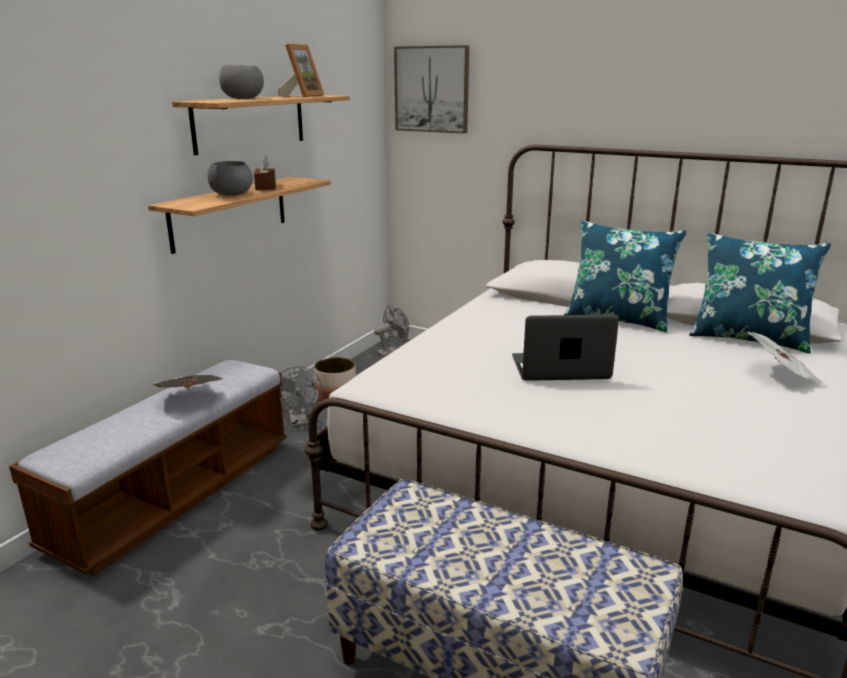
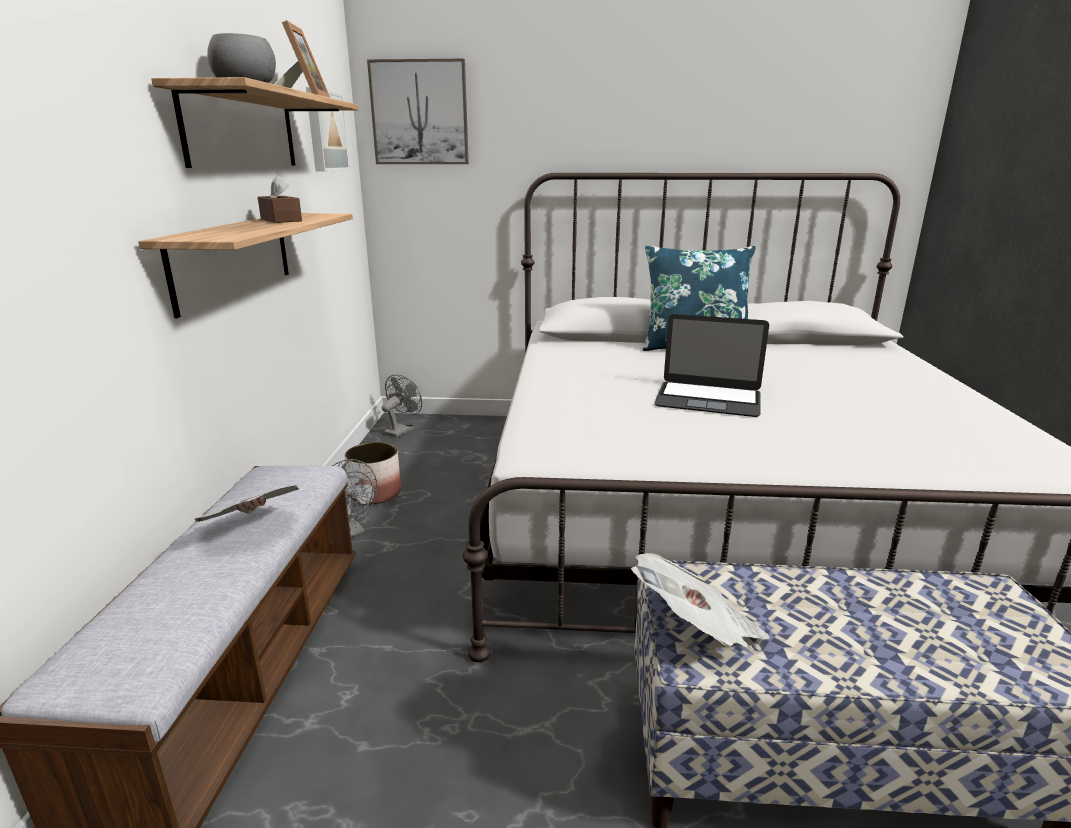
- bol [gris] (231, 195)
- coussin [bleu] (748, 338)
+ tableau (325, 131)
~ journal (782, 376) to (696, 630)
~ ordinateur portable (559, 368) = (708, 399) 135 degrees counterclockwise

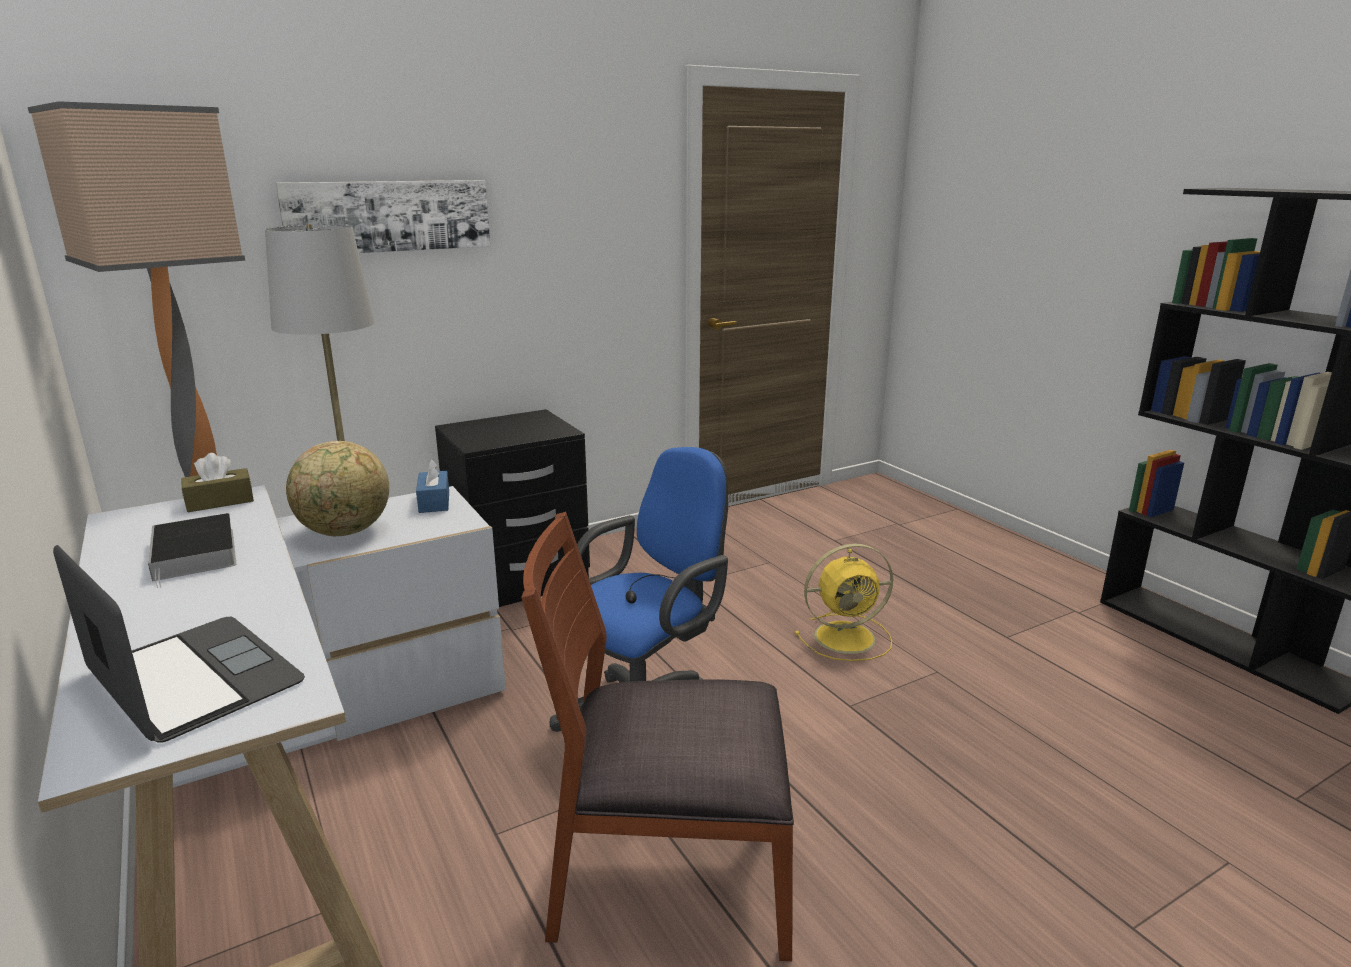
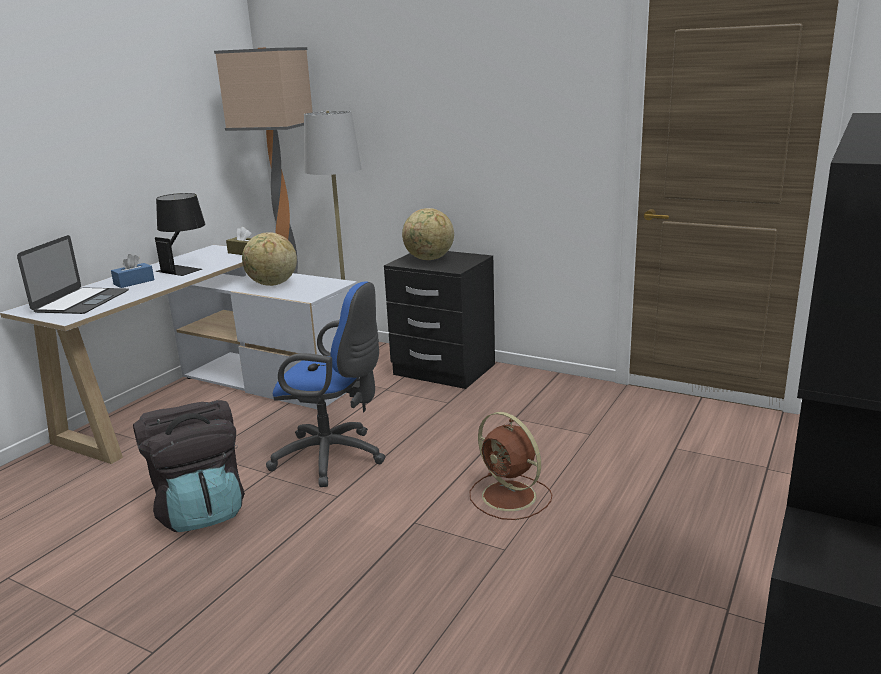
- tableau (388, 216)
+ globe (429, 259)
~ boîte à mouchoirs [bleu] (434, 502) to (134, 282)
~ livre (195, 554) to lampe de table [noir] (185, 268)
~ chaise [marron] (668, 875) to sac à dos [noir] (200, 509)
~ ventilateur [jaune] (847, 637) to ventilateur [marron] (511, 497)

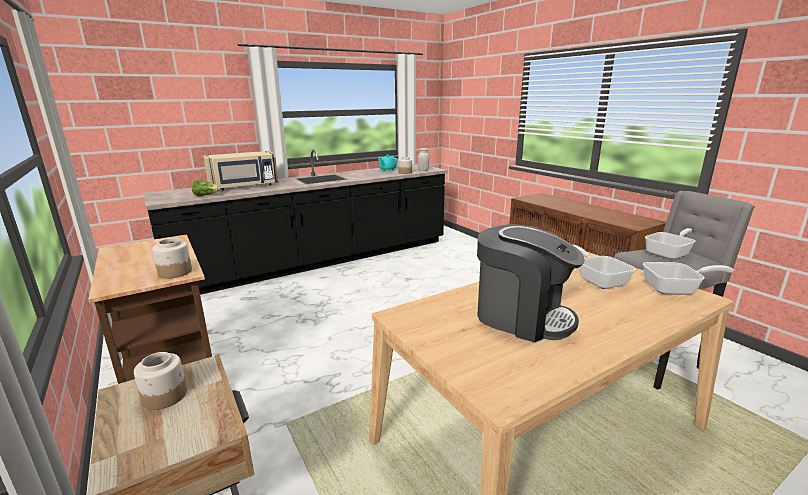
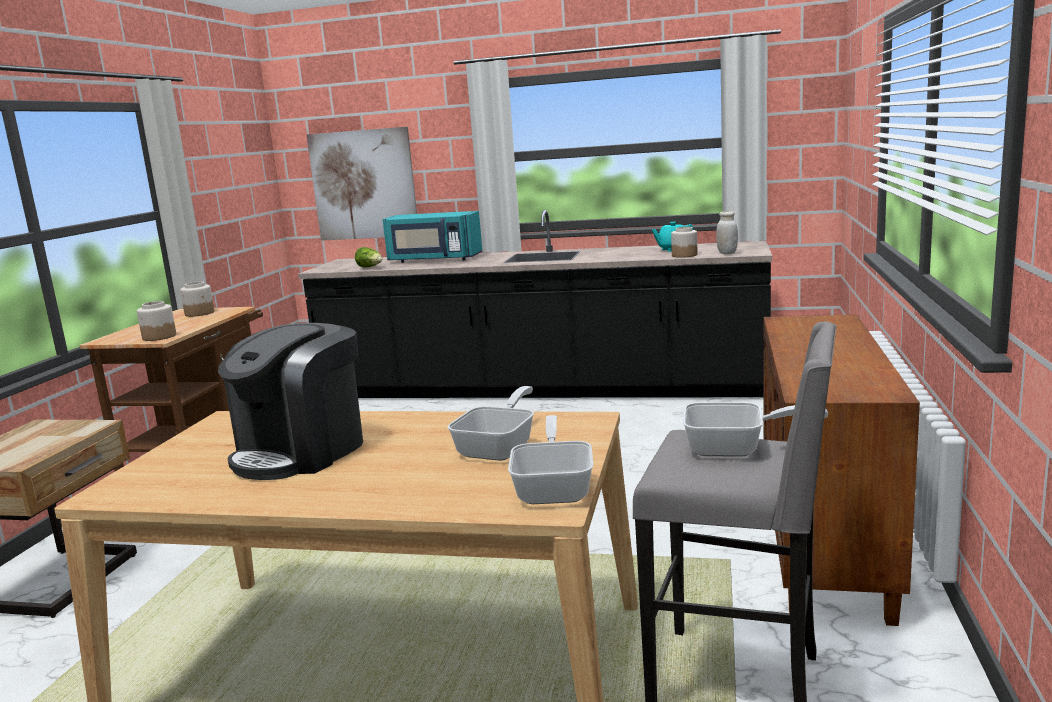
+ tableau (363, 185)
~ bocal (165, 396) to (200, 313)
~ micro-ondes [beige] (244, 186) to micro-ondes [turquoise] (434, 260)
~ machine à café (522, 316) = (301, 452) 45 degrees clockwise
~ poêle (676, 289) = (555, 487) 135 degrees counterclockwise

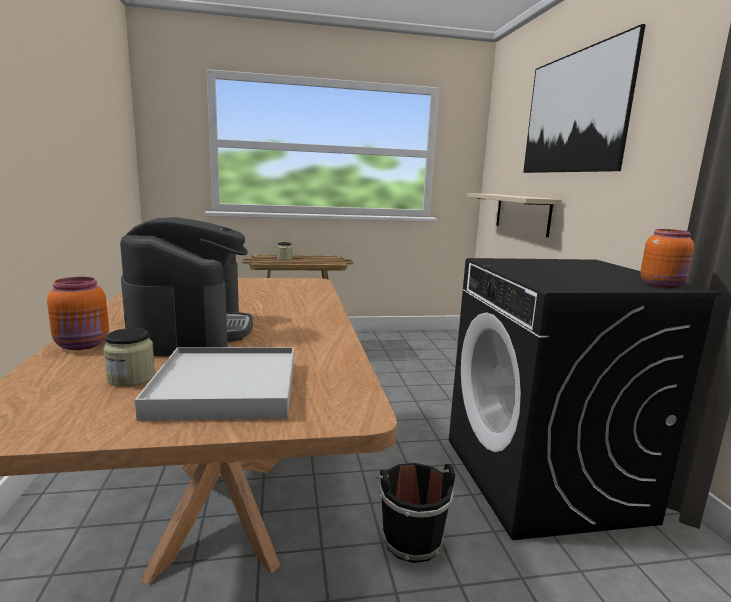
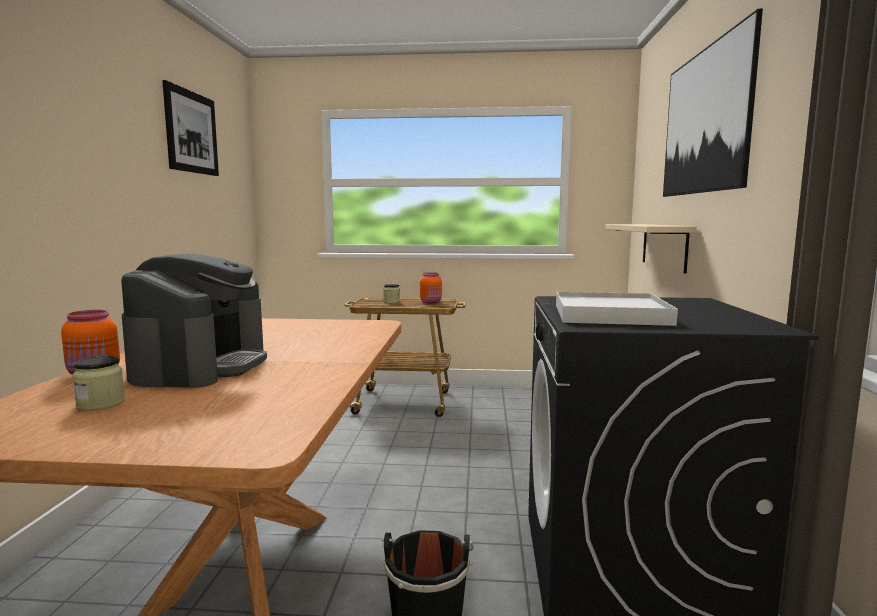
+ tableau (191, 132)
~ plateau [blanc] (226, 388) to (609, 314)
~ bocal [orange] (662, 285) to (431, 302)

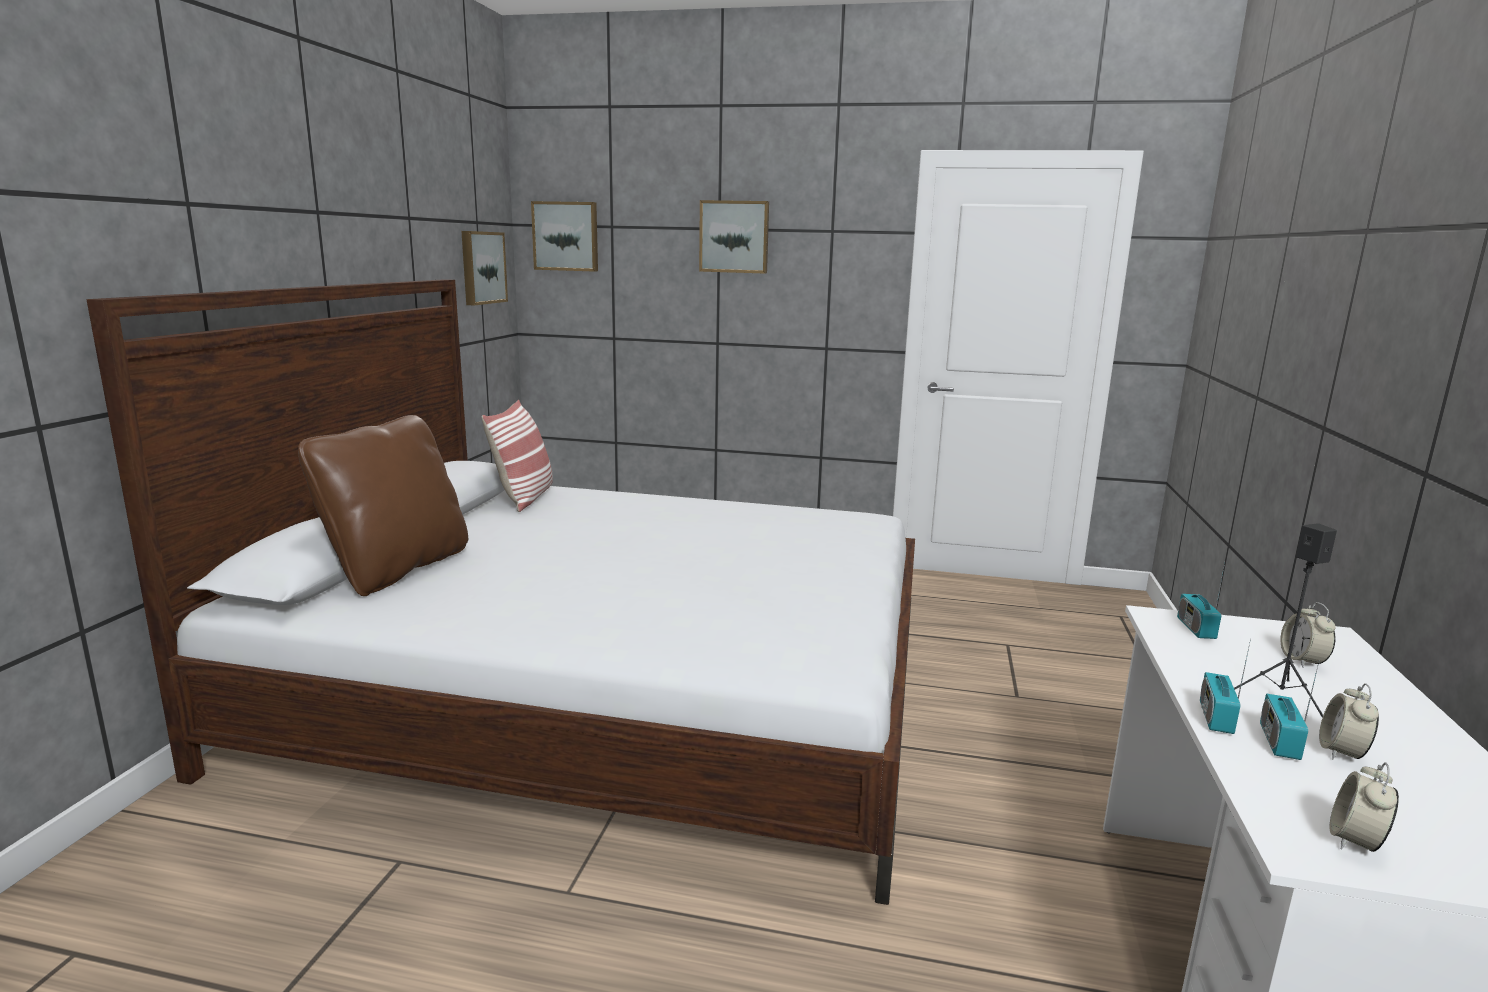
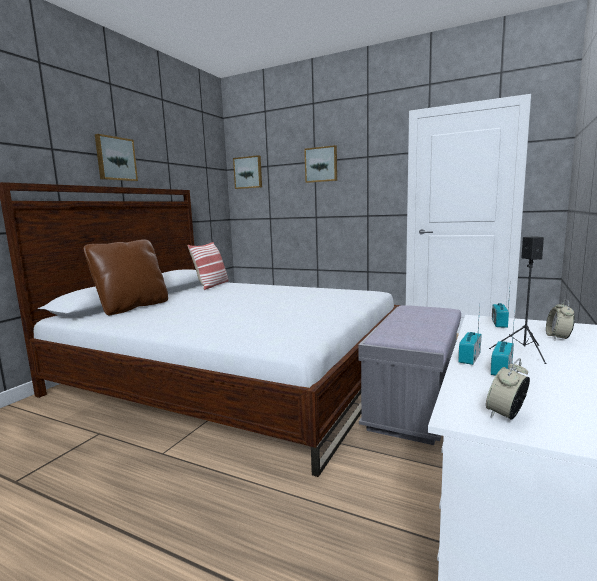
- réveil (1341, 752)
+ banc [gris] (413, 406)
~ tableau (481, 267) to (115, 159)

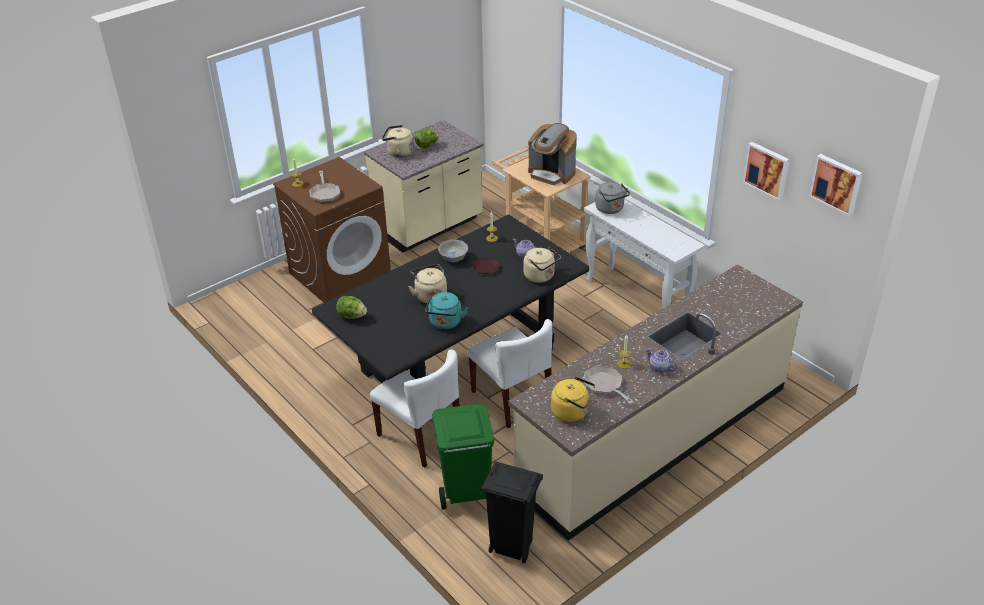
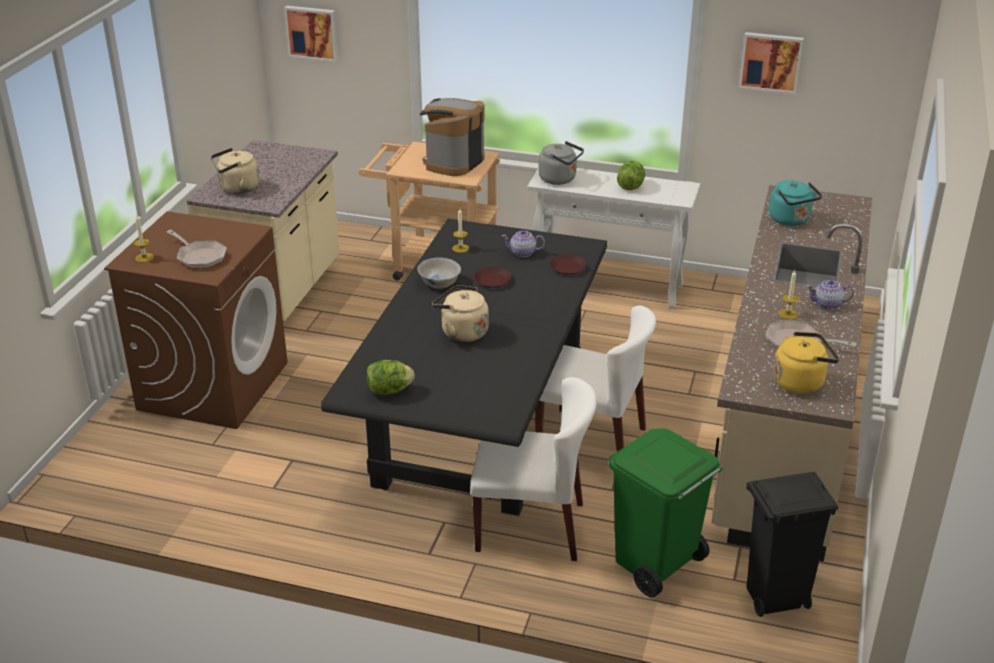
~ laitue (427, 146) to (630, 186)
~ bouilloire [turquoise] (445, 323) to (791, 220)
~ tableau (836, 184) to (312, 32)
~ bouilloire [beige] (541, 276) to assiette [marron] (568, 268)
~ machine à café (551, 174) = (453, 162) 120 degrees clockwise

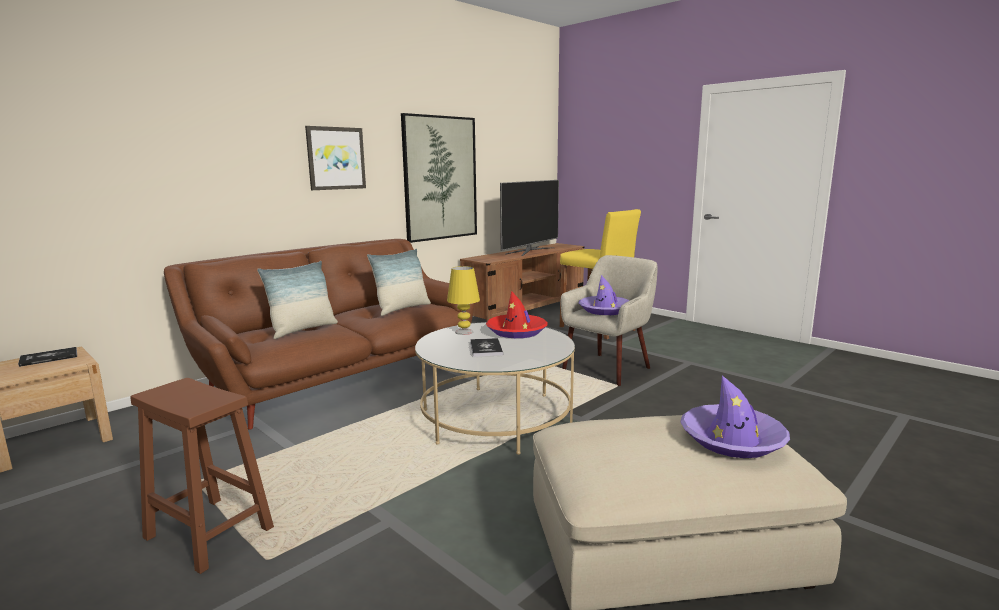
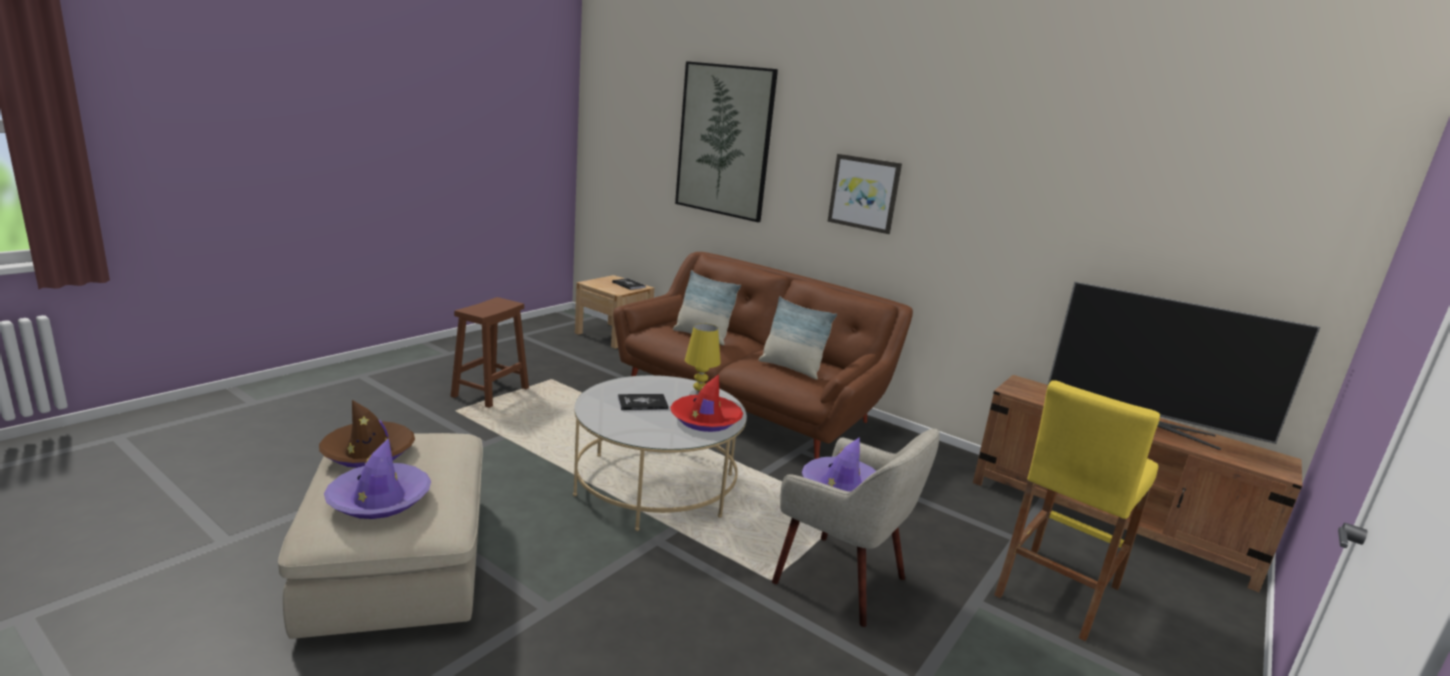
+ chapeau [marron] (368, 452)
~ tableau (440, 178) to (724, 141)

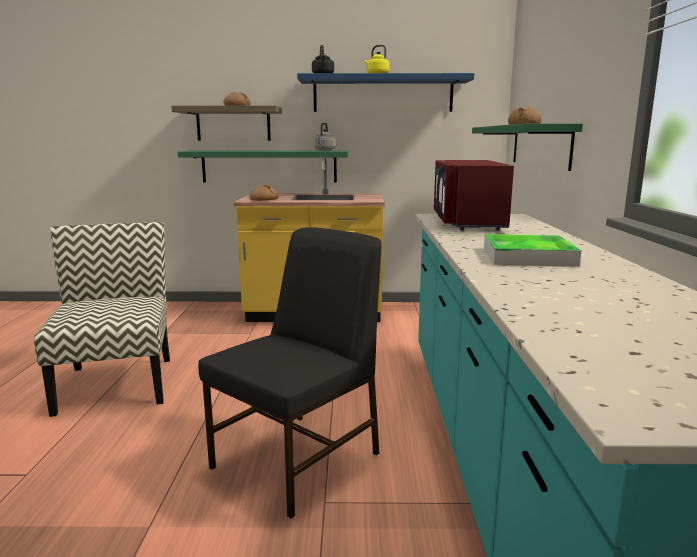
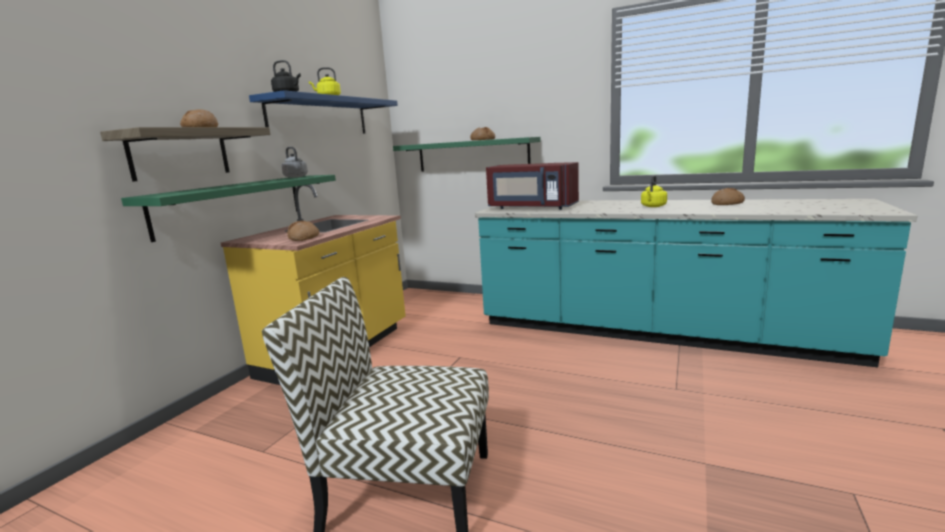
- chaise [noir] (299, 459)
+ pain (727, 203)
~ plateau (528, 256) to bouilloire [jaune] (653, 206)

